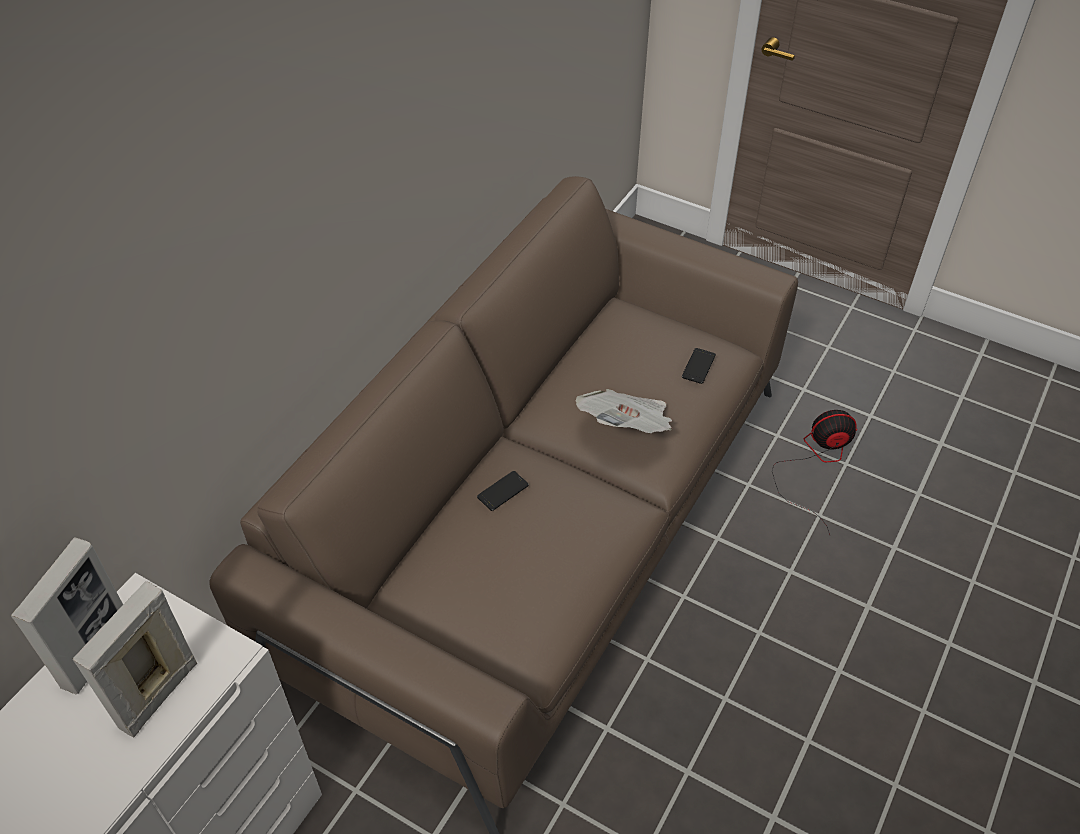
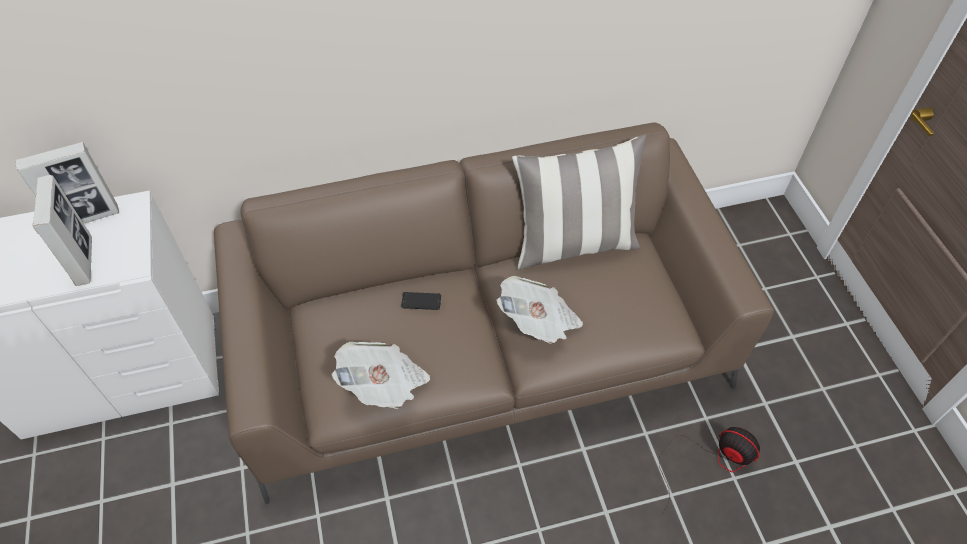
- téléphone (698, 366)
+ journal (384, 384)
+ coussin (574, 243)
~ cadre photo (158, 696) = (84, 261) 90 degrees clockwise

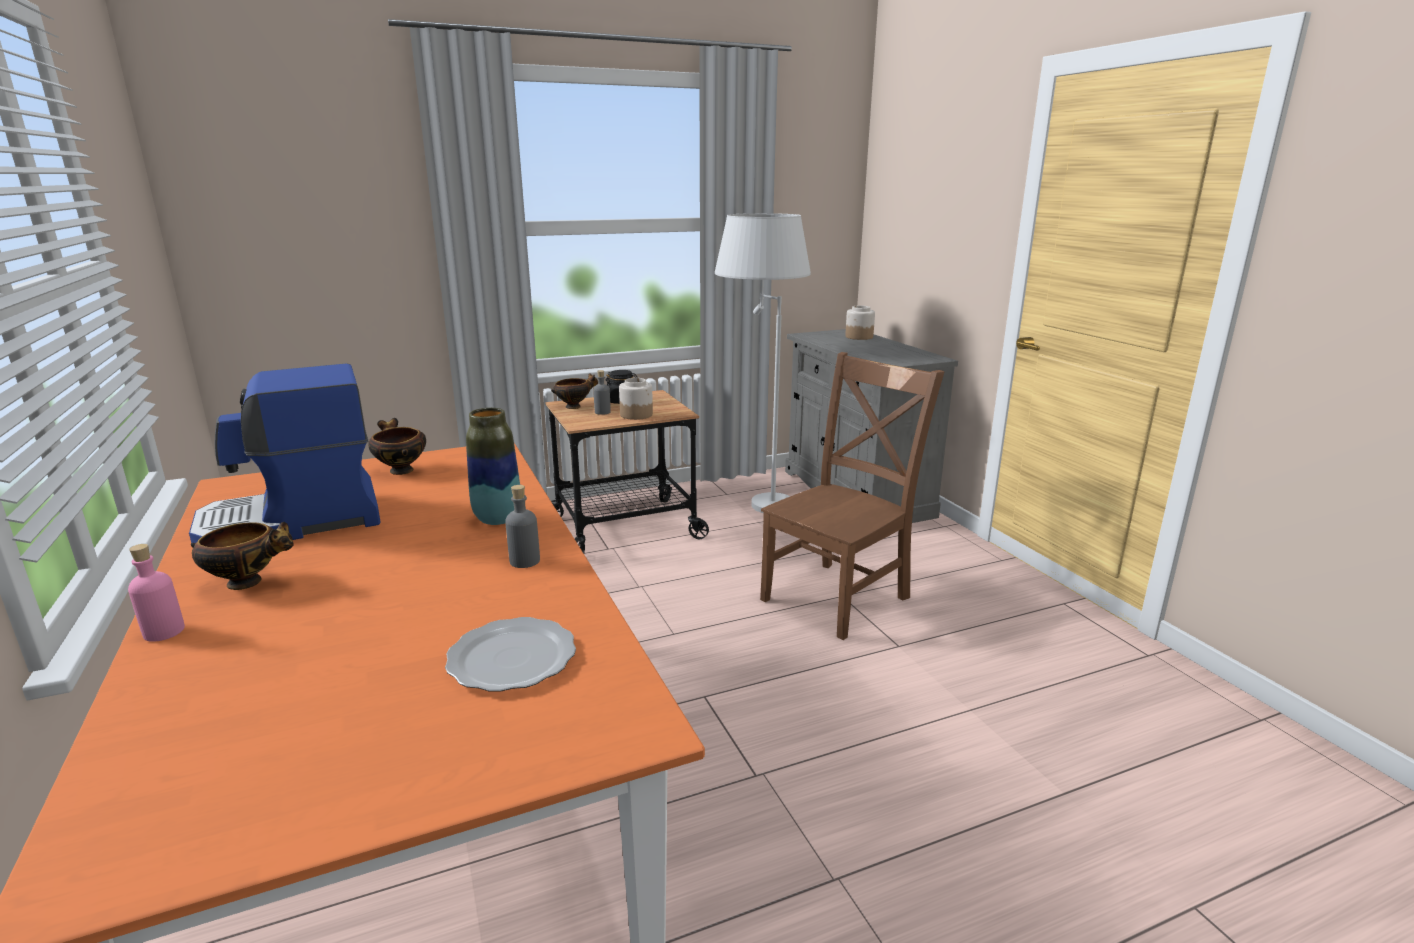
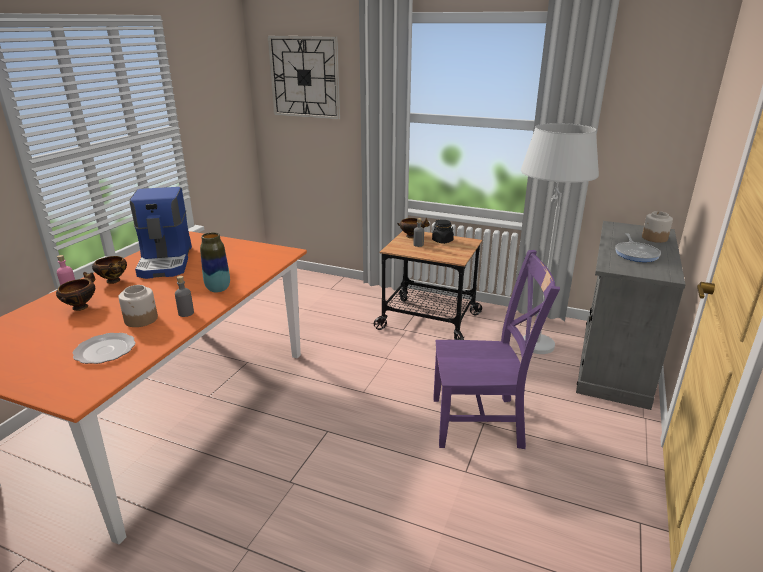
+ horloge murale (305, 77)
+ poêle (636, 254)
~ bol (400, 470) to (81, 306)
~ bocal (636, 414) to (141, 319)
~ chaise [marron] (839, 596) to chaise [violet] (481, 422)
~ machine à café (294, 523) = (166, 261) 120 degrees counterclockwise

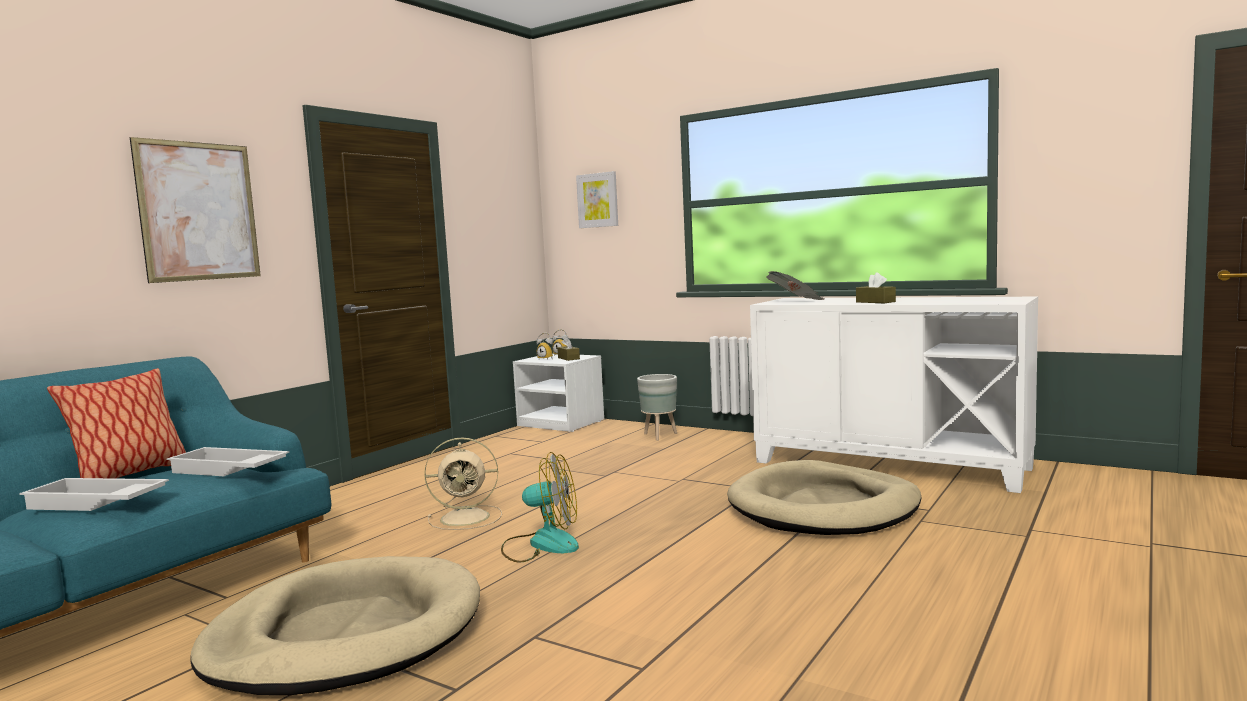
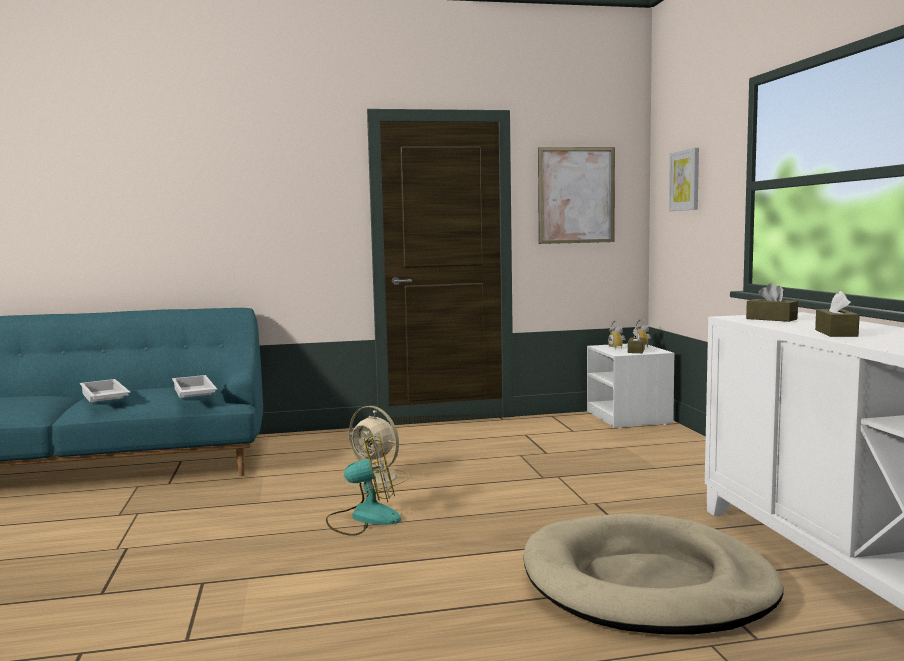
- coussin (130, 476)
- panier pour chien [beige] (345, 634)
- cache-pot [gris] (659, 436)
~ tableau (199, 211) to (576, 195)
~ journal (795, 301) to boîte à mouchoirs [marron] (771, 319)
~ ventilateur (541, 544) = (363, 518) 60 degrees counterclockwise

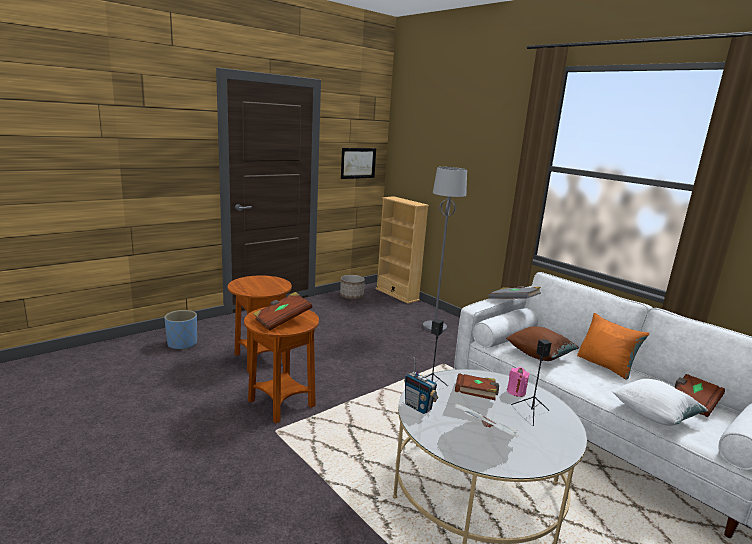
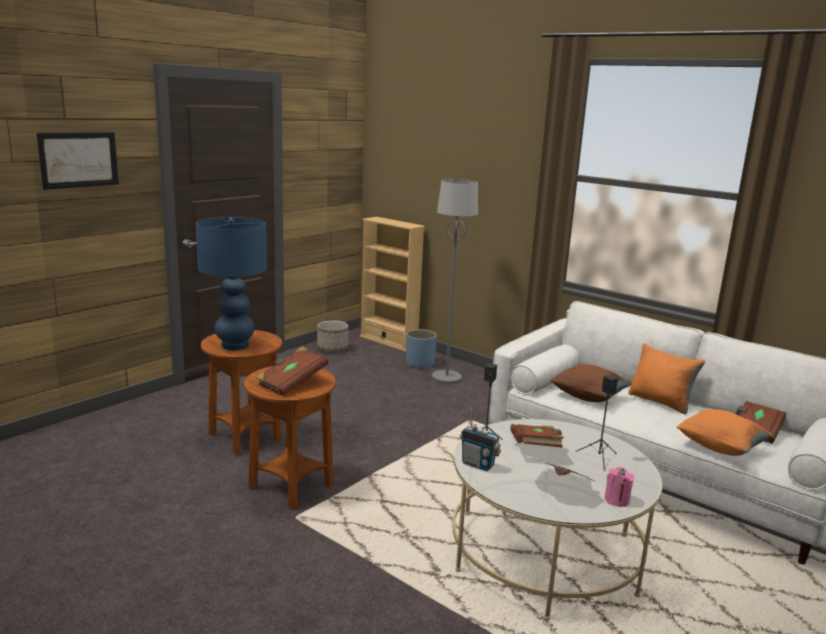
- livre [gris] (513, 301)
+ lampe de table [bleu] (235, 345)
~ cache-pot [bleu] (182, 344) to (420, 363)
~ tableau (358, 163) to (79, 159)
~ bougie [rose] (516, 392) to (616, 500)
~ coussin [blanc] (654, 415) to coussin [orange] (720, 448)

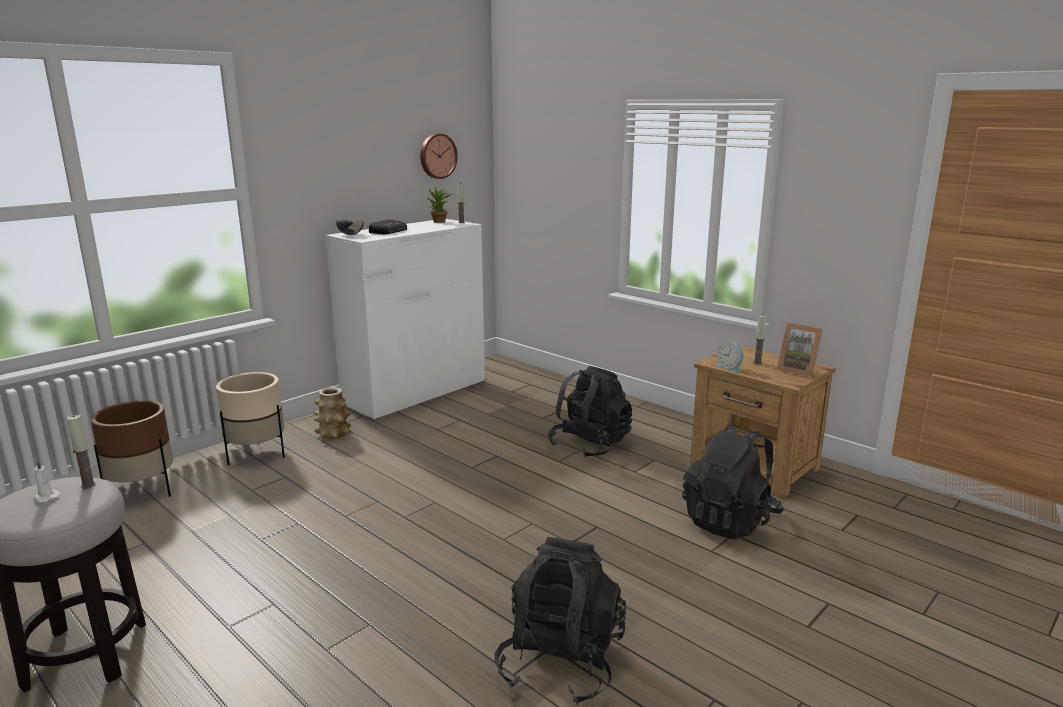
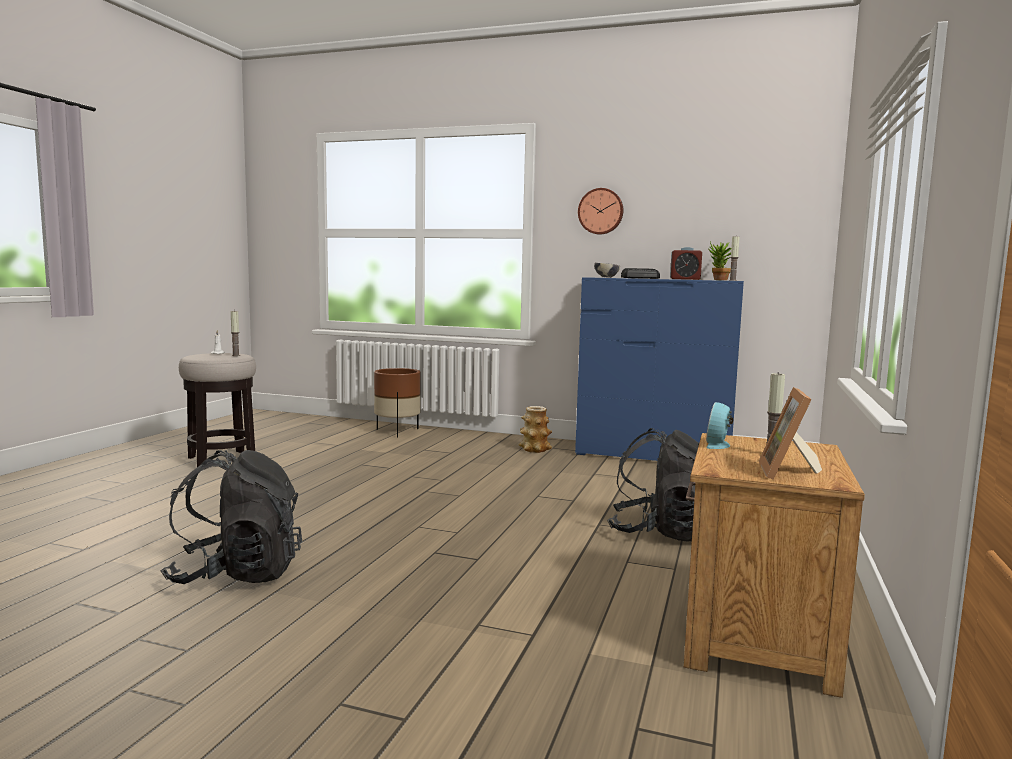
- cache-pot [beige] (256, 454)
- sac à dos [noir] (730, 521)
+ réveil (685, 279)
~ horloge murale (437, 156) to (601, 211)
~ commode [blanc] (415, 393) to commode [bleu] (653, 455)

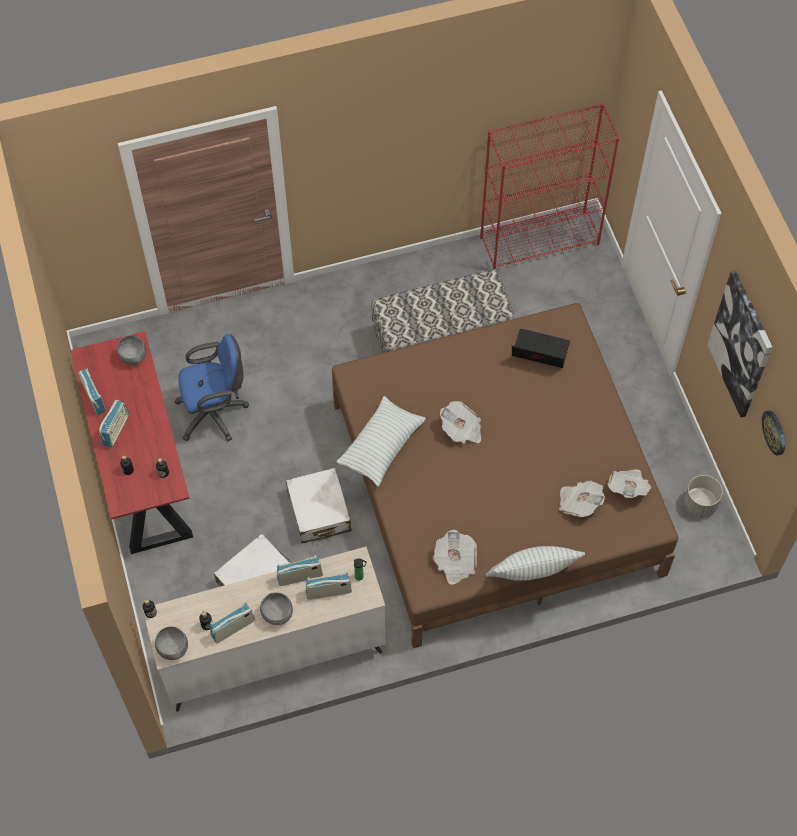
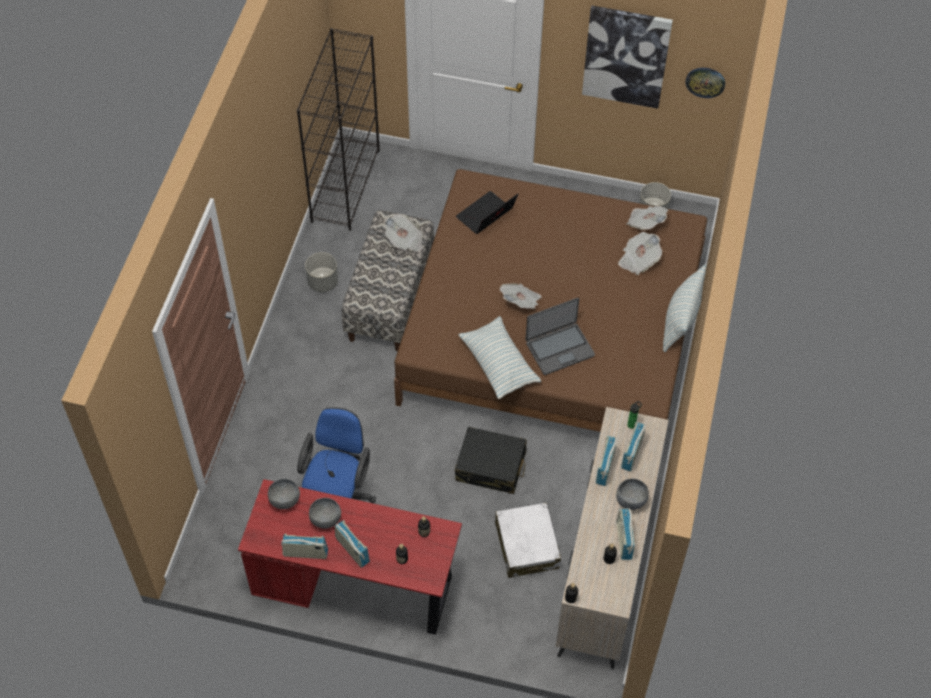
+ cache-pot [gris] (322, 282)
+ ordinateur portable (559, 348)
~ bol [gris] (173, 649) to (326, 520)
~ journal (455, 563) to (405, 240)
~ valise [blanc] (319, 511) to valise [noir] (491, 466)
~ bibliothèque [rouge] (540, 240) to bibliothèque [noir] (345, 185)

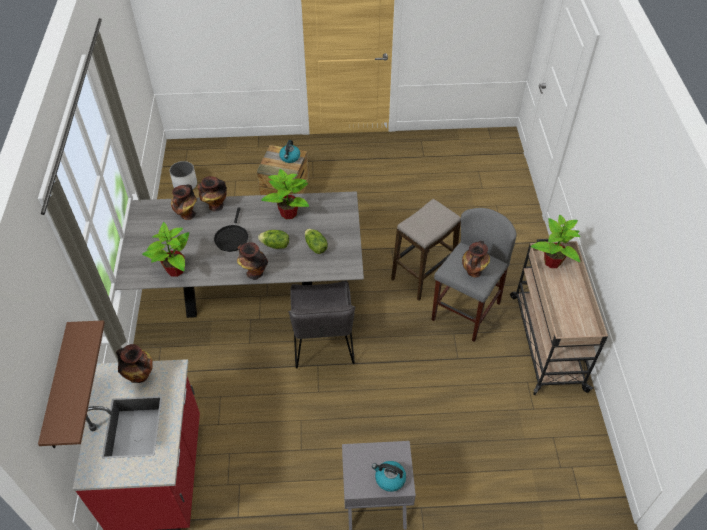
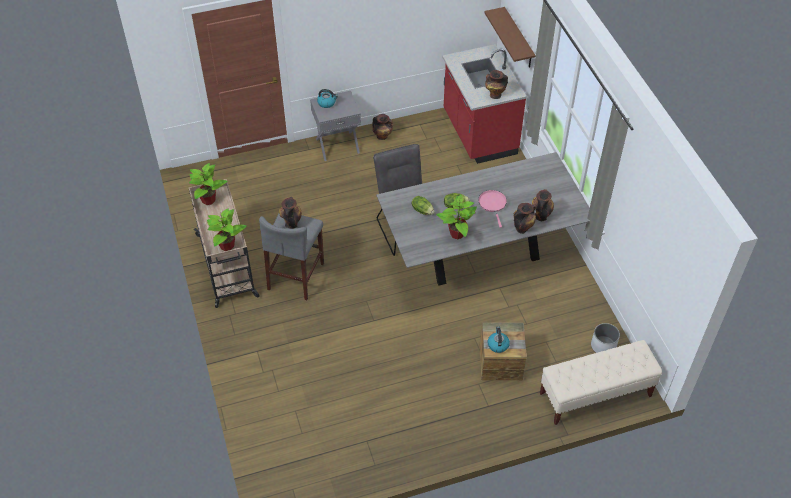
- tabouret (422, 275)
+ banc [beige] (595, 395)
~ plante en pot (175, 270) to (208, 199)
~ vase (254, 273) to (383, 136)
~ poêle [noir] (232, 238) to poêle [rose] (493, 204)

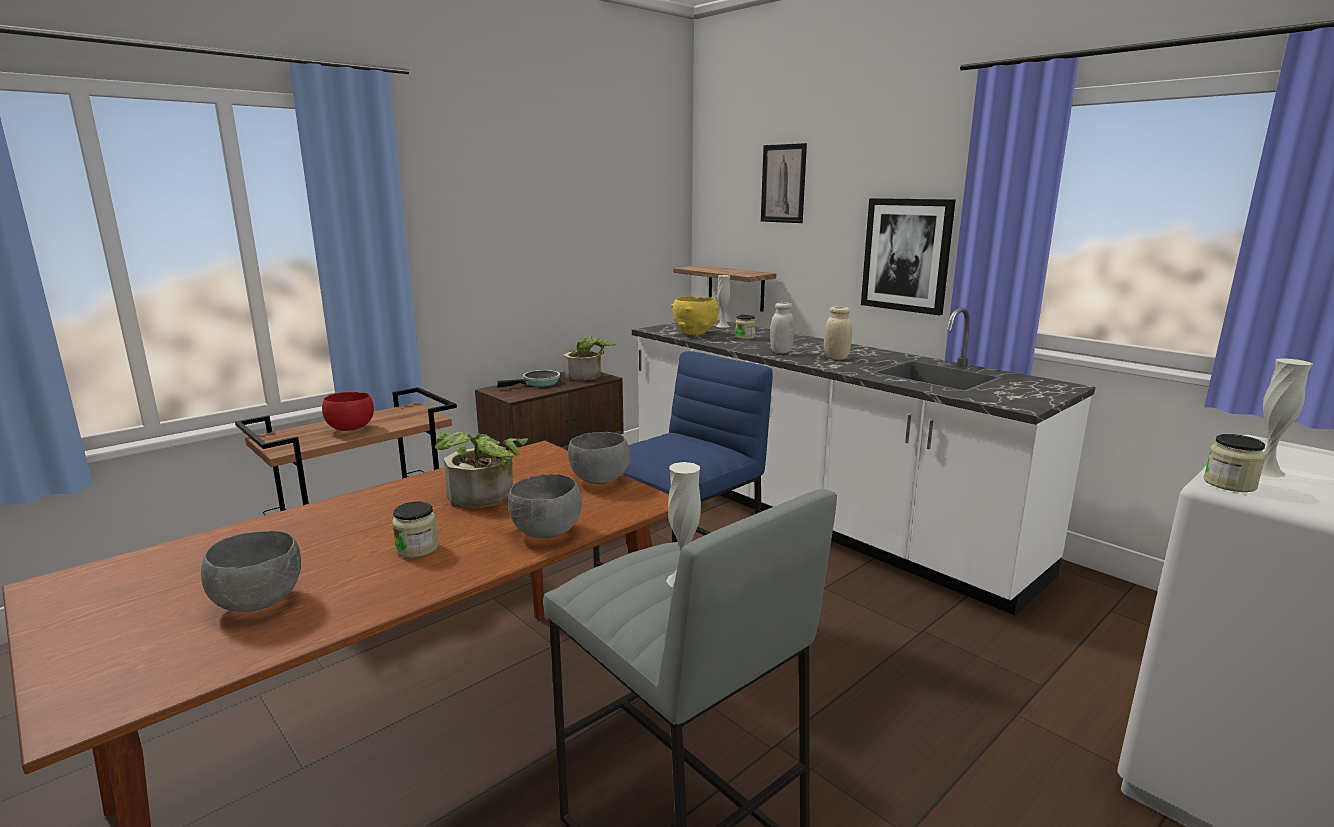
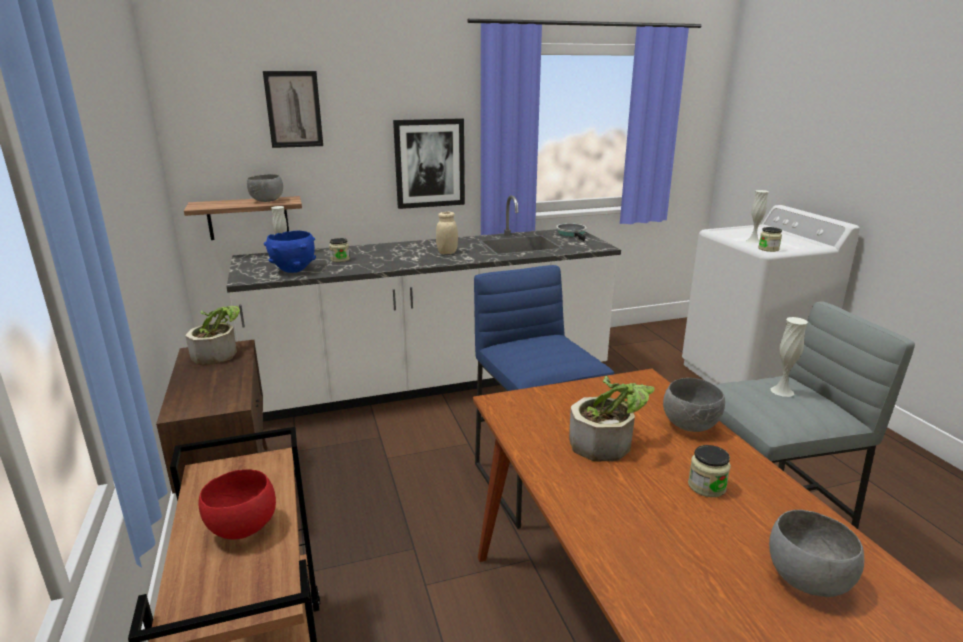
- bocal [blanc] (781, 351)
~ poêle (538, 383) to (572, 234)
~ bol [gris] (598, 481) to (267, 201)
~ bol [jaune] (695, 333) to bol [bleu] (293, 270)

